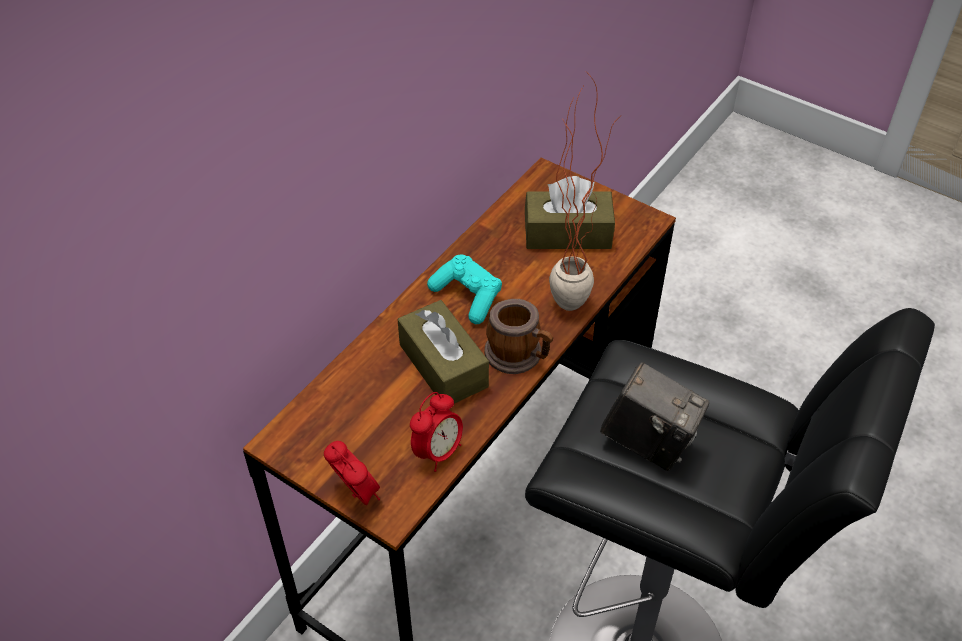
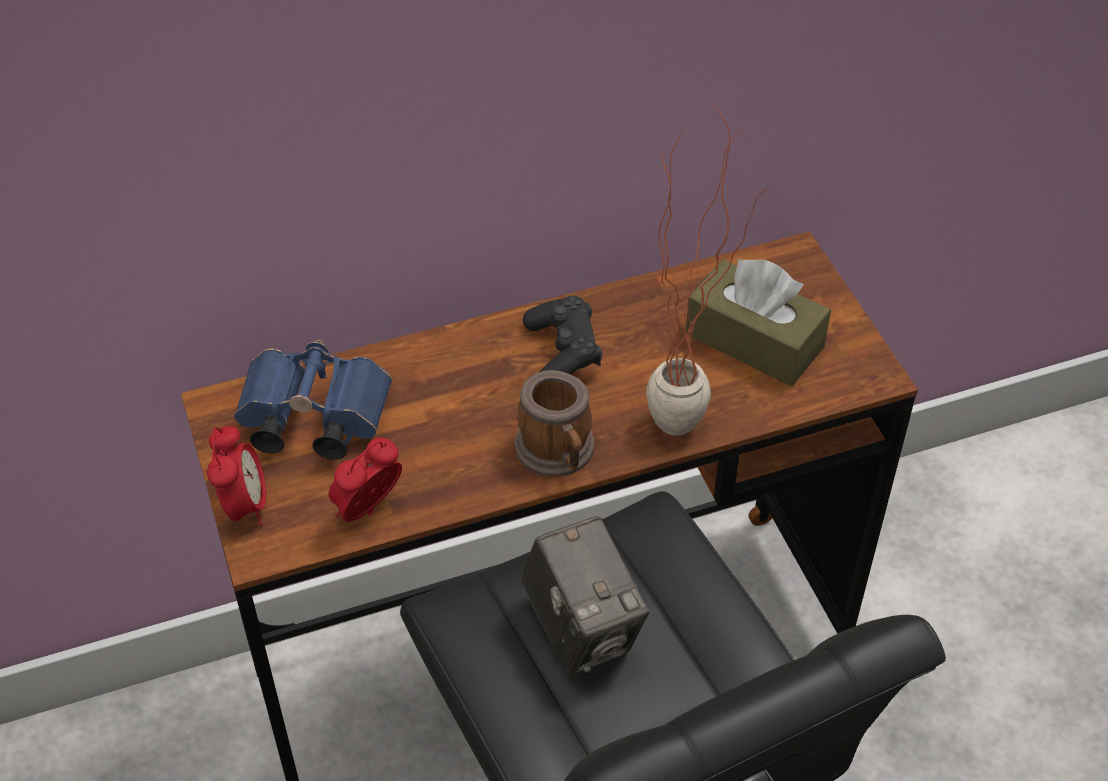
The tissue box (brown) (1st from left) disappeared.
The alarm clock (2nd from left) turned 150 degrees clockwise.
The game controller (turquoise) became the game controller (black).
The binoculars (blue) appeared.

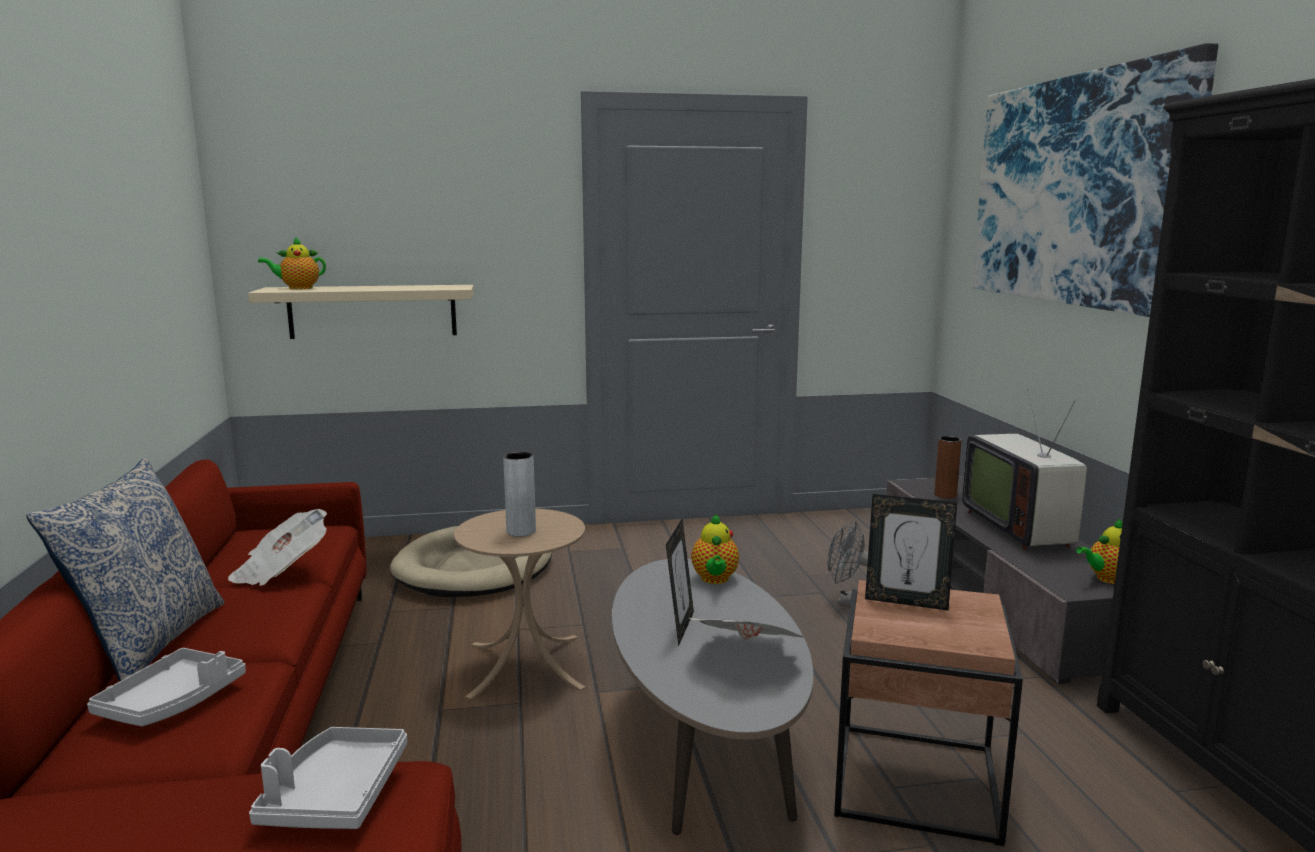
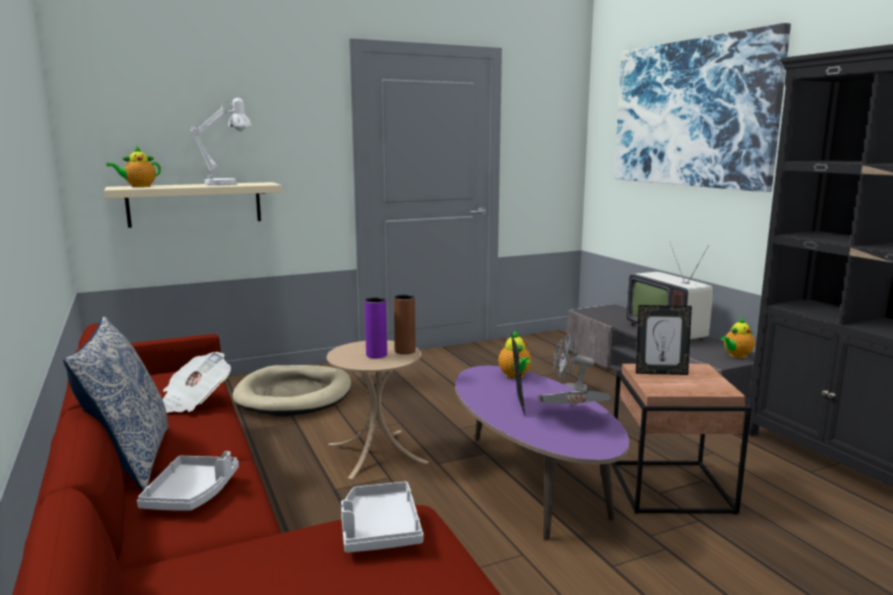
The vase (grey) became the vase (purple).
The coffee table (grey) became the coffee table (purple).
The vase (brown) moved.
The table lamp (white) appeared.

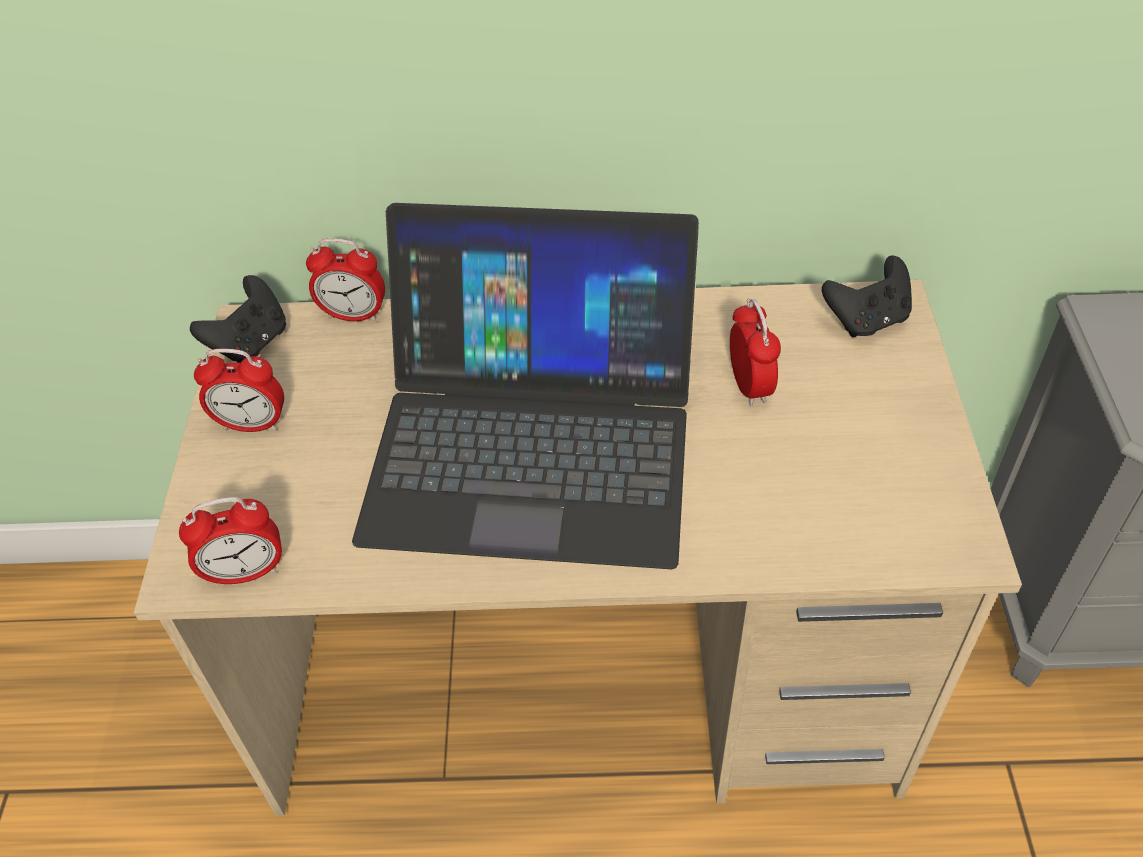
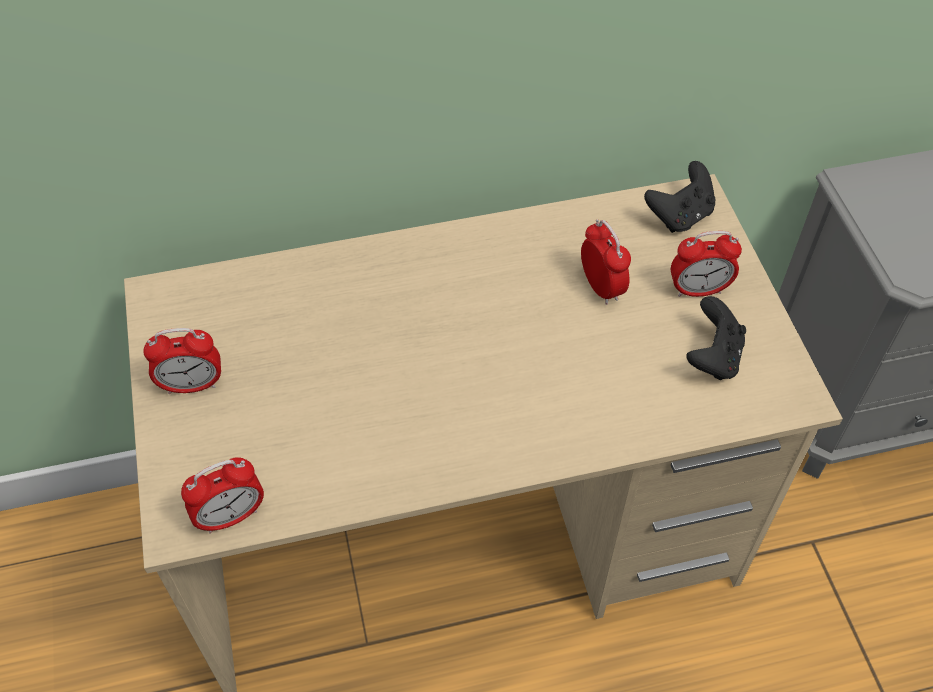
The game controller (black) (1st from left in the first image) moved.
The alarm clock (3rd from left in the first image) moved.
The laptop disappeared.

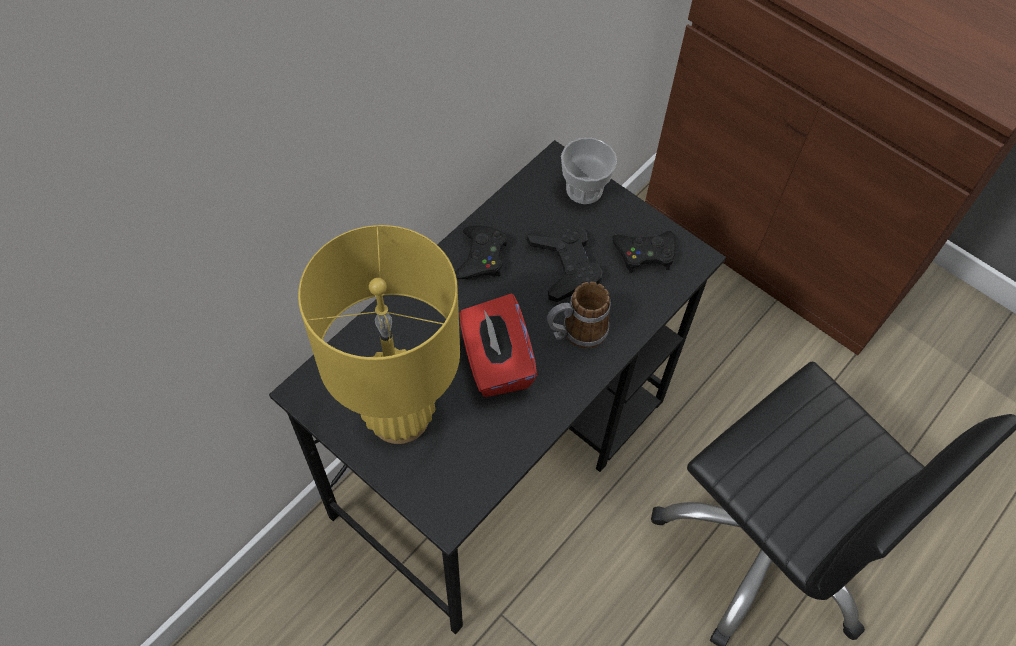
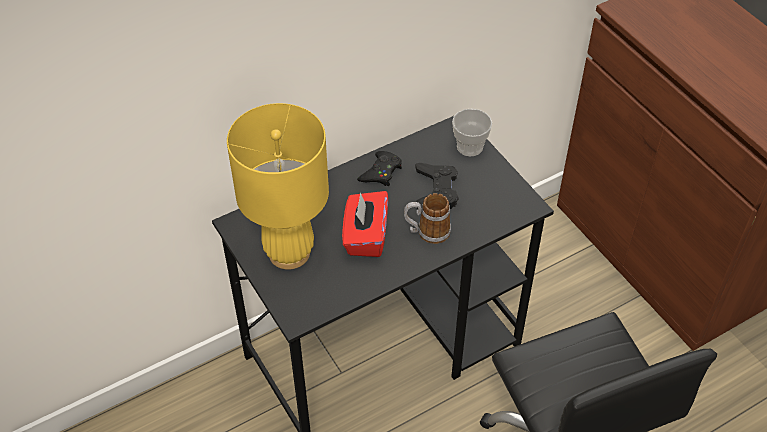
The game controller (black) (3rd from left) disappeared.

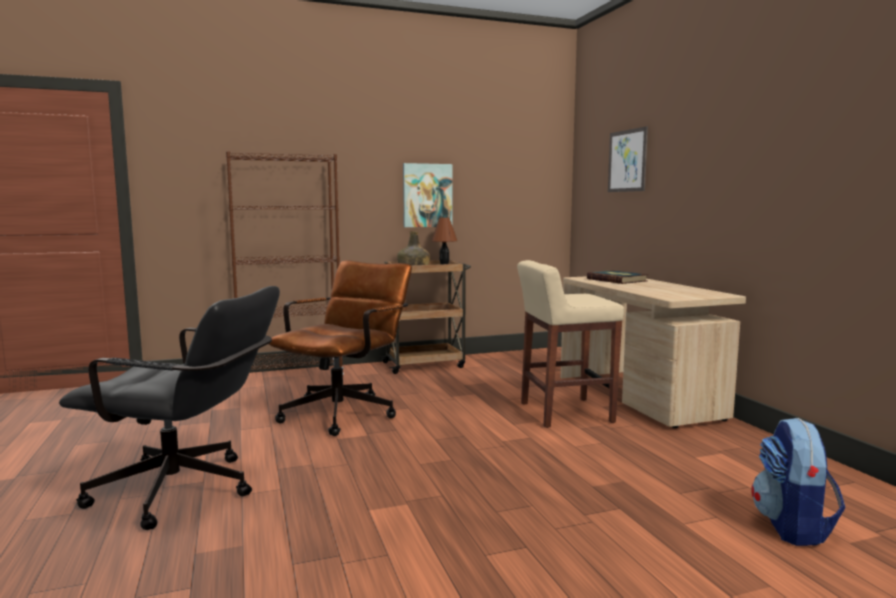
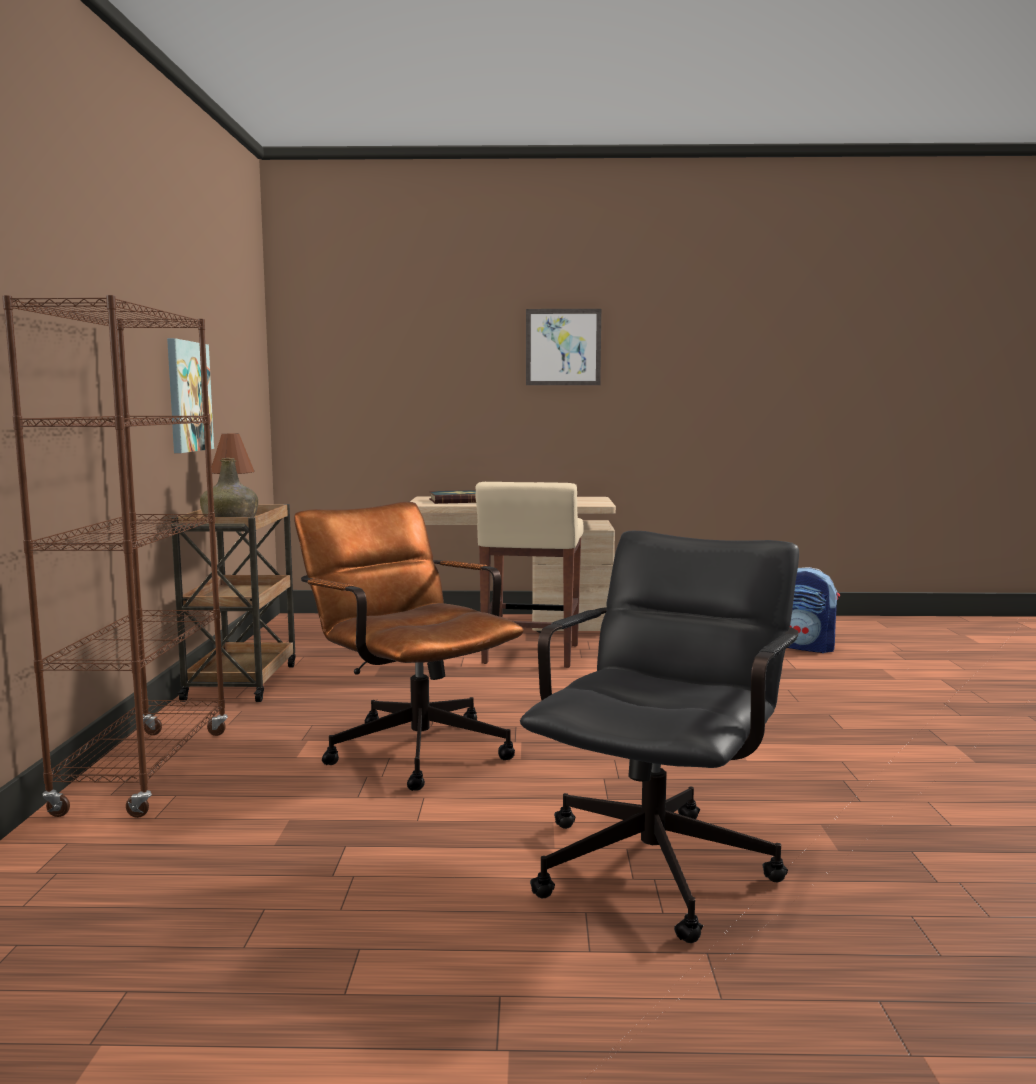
The picture (2nd from left) moved.

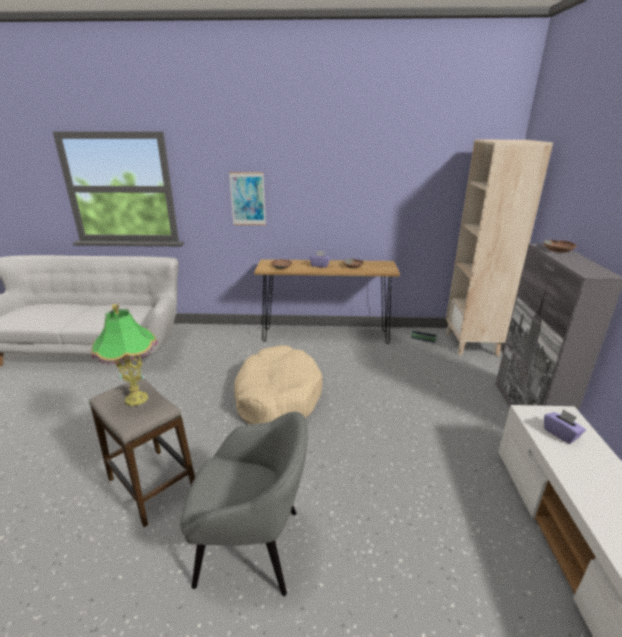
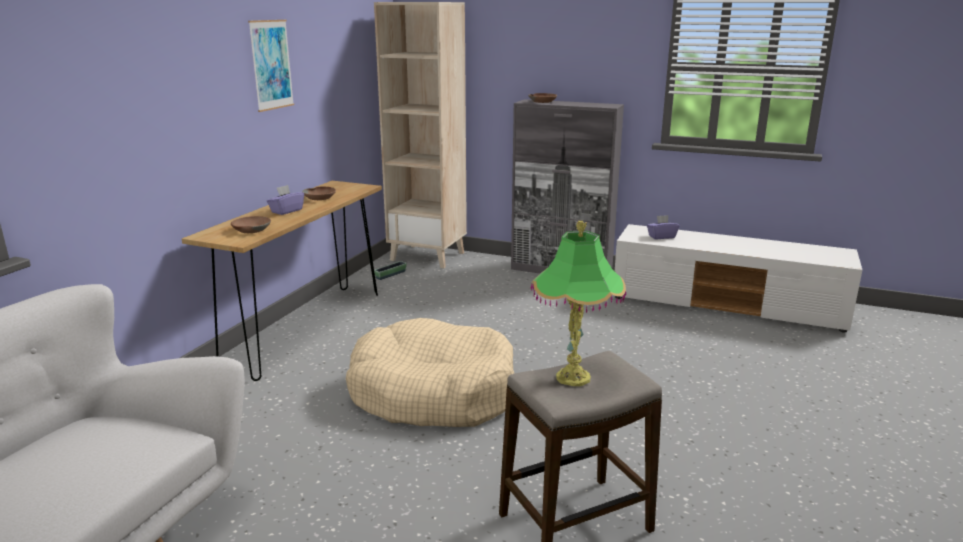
The armchair (grey) disappeared.
The picture moved.

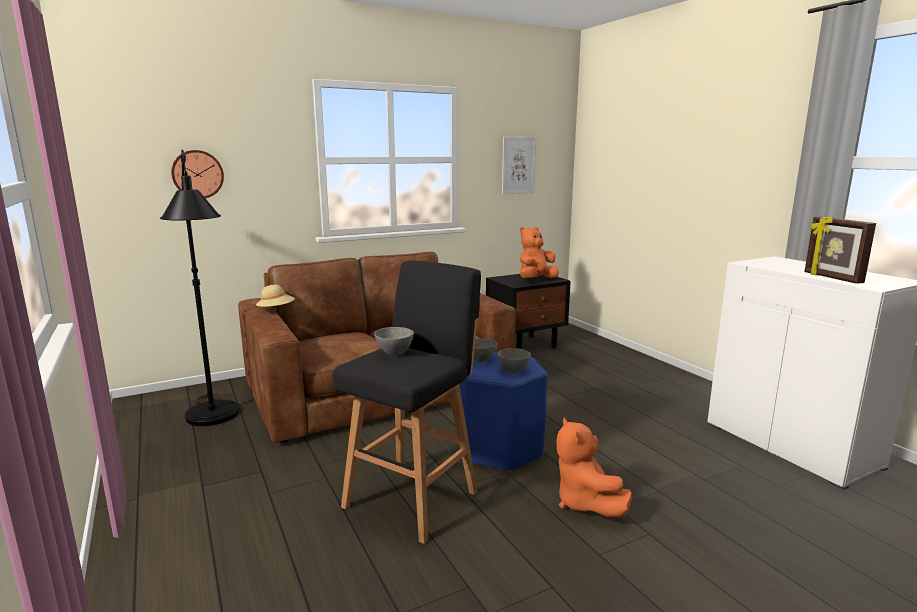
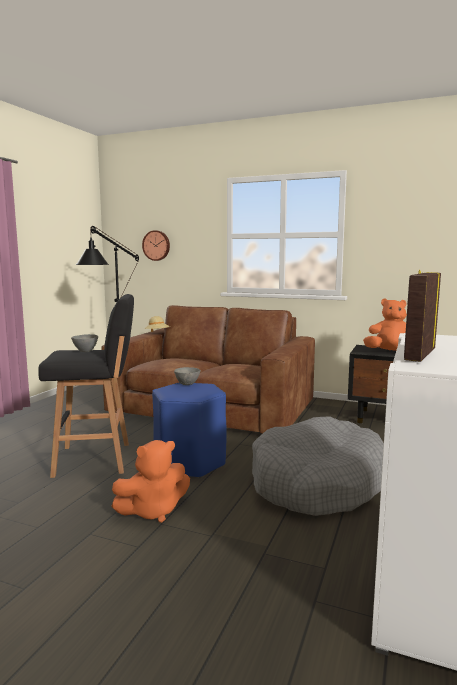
The bowl (grey) (3rd from left) disappeared.
The picture disappeared.
The plush toy (orange) (2nd from left in the first image) turned 150 degrees counterclockwise.
The dog bed (grey) appeared.

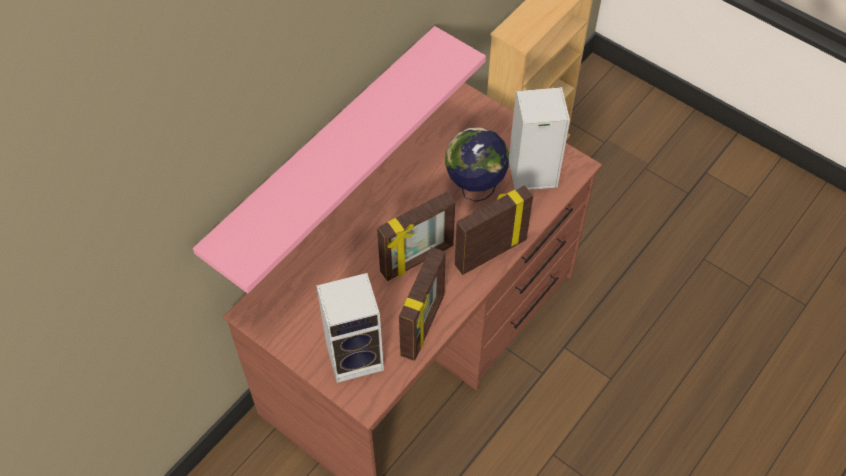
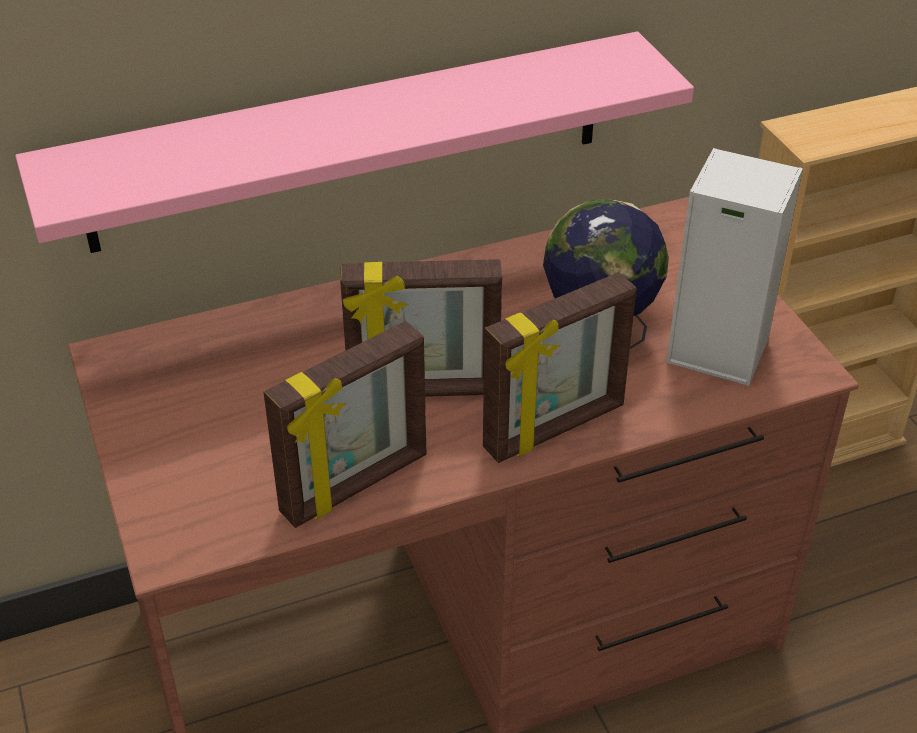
The speaker (1st from left) disappeared.
The picture frame (3rd from left) turned 150 degrees clockwise.

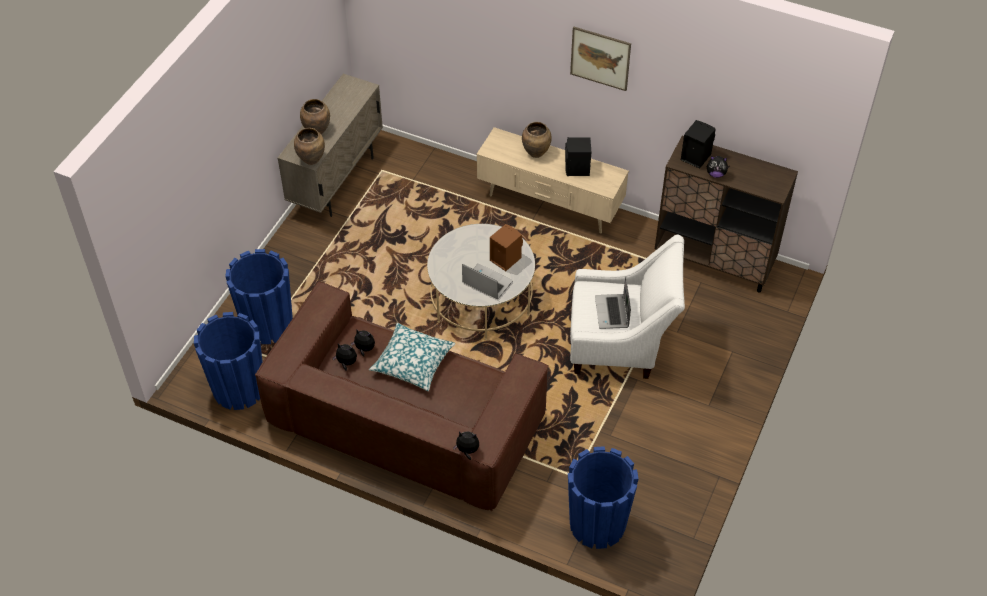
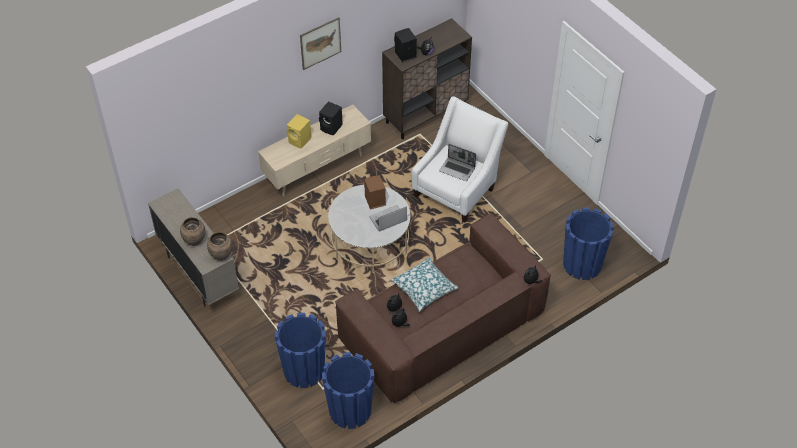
The vase (brown) (3rd from left) was replaced by the speaker (yellow).

